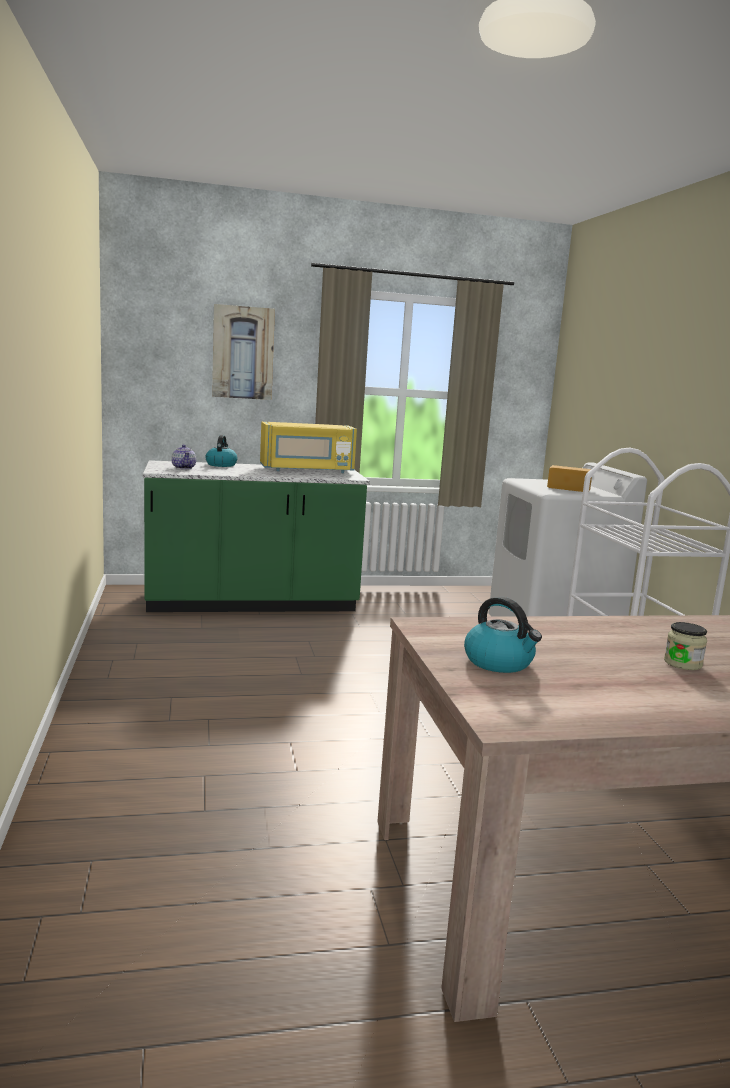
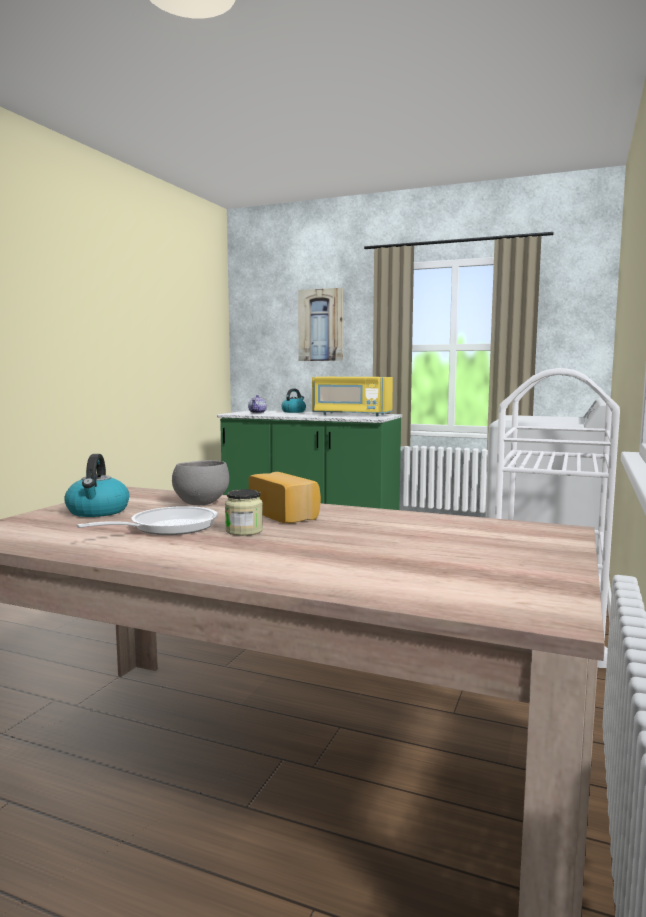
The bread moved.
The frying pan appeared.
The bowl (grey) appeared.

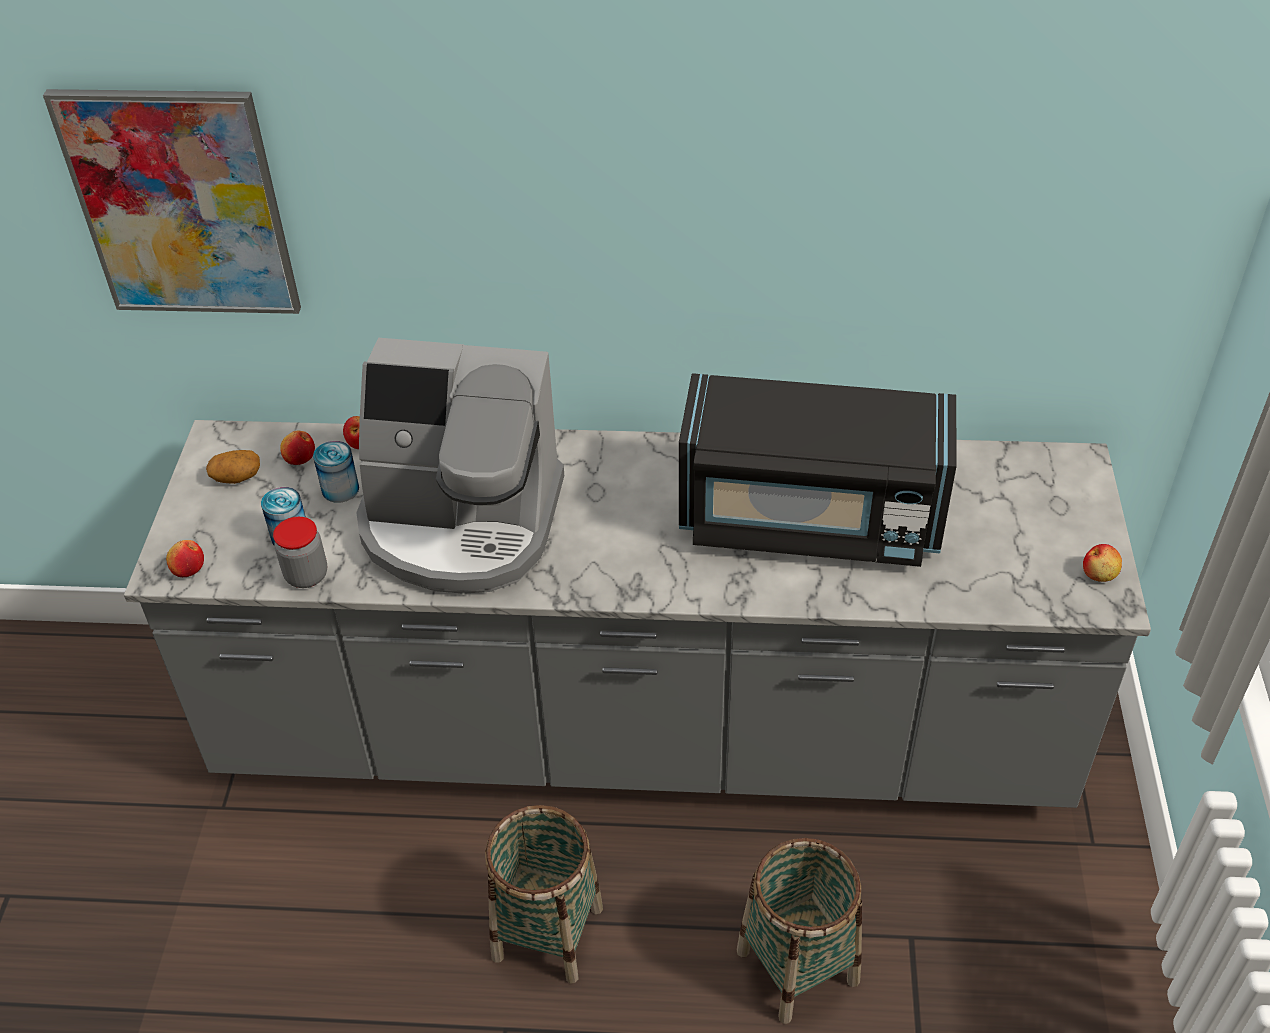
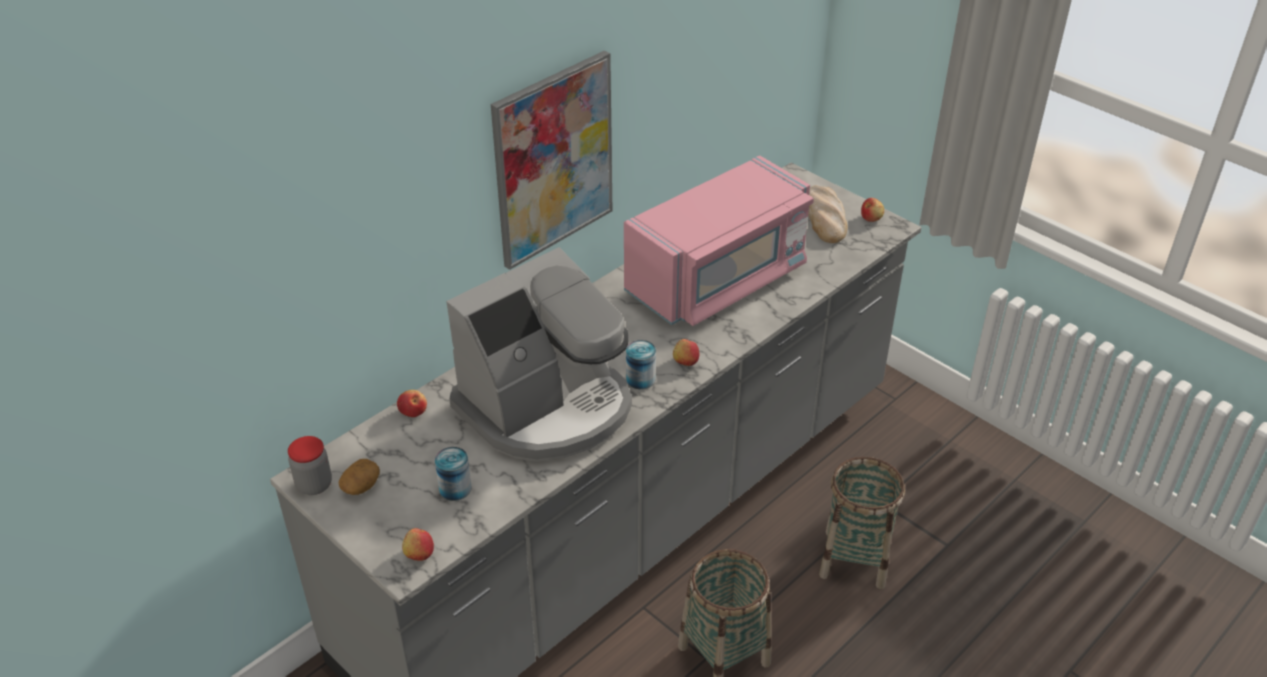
The picture moved.
The jar moved.
The apple (2nd from left in the first image) moved.
The can (2nd from left) moved.
The microwave (black) became the microwave (pink).
The bread appeared.

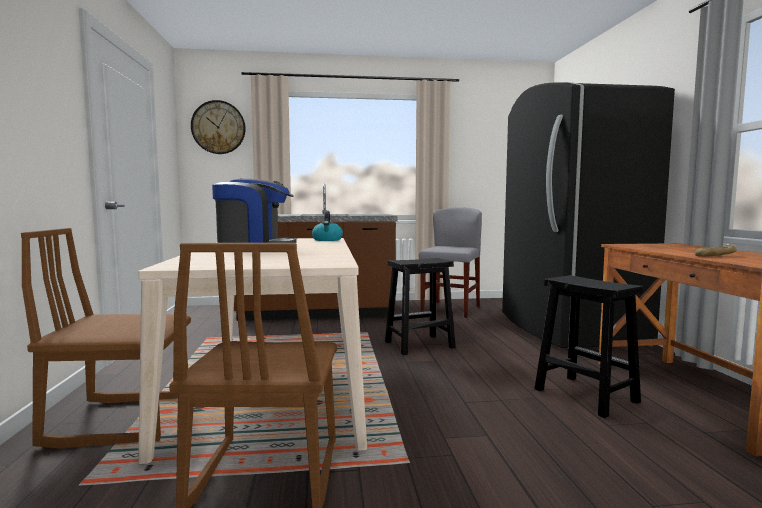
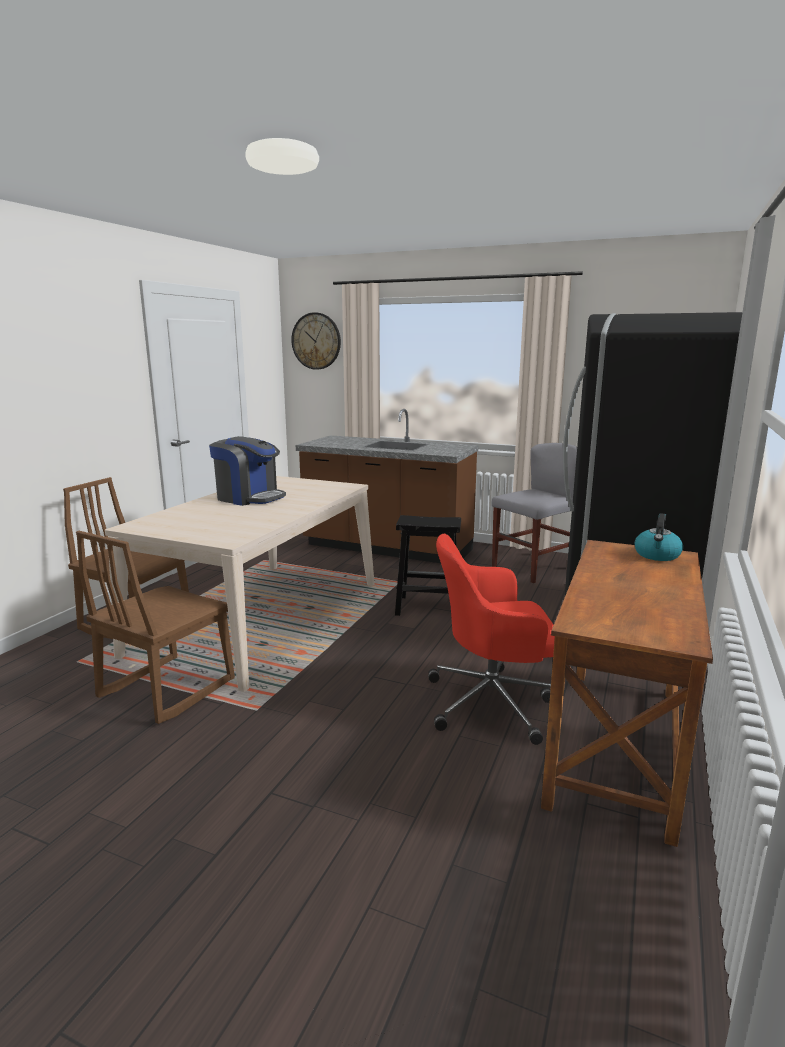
The kettle moved.
The stool (black) (2nd from left) was replaced by the office chair (red).
The bread disappeared.

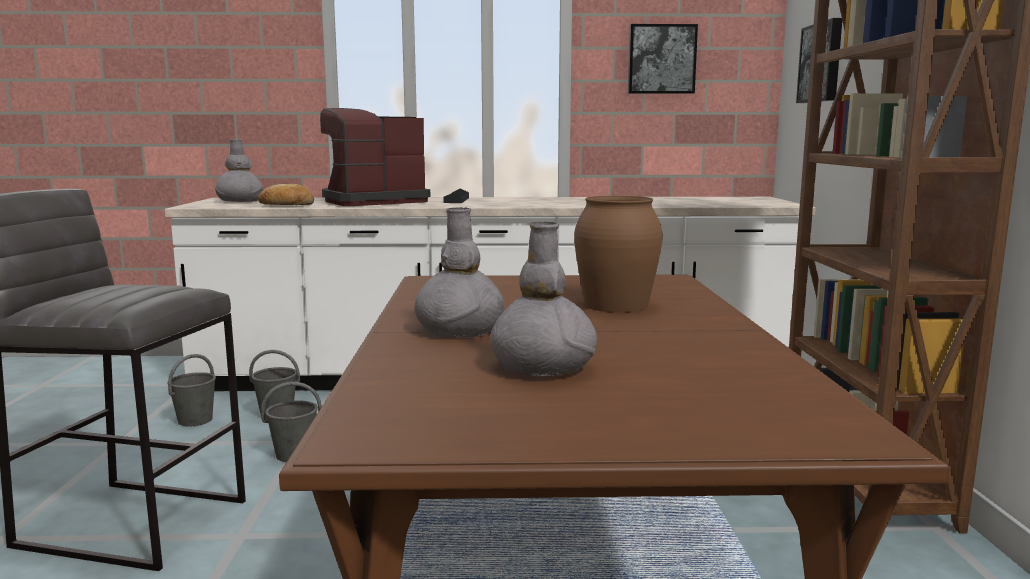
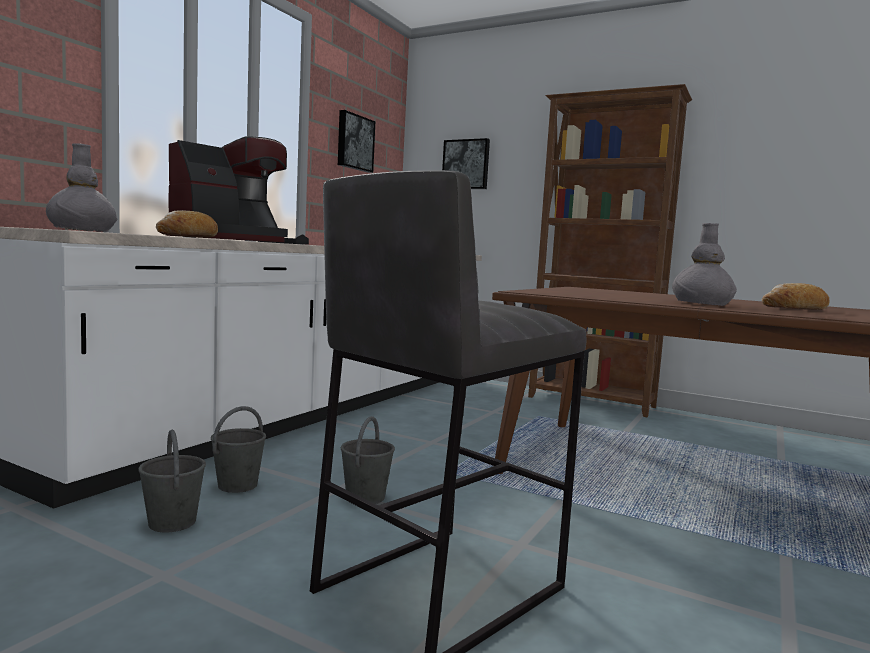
The coffee machine turned 135 degrees counterclockwise.
The vase (grey) (3rd from left) was replaced by the bread (2nd from left).
The vase (brown) disappeared.

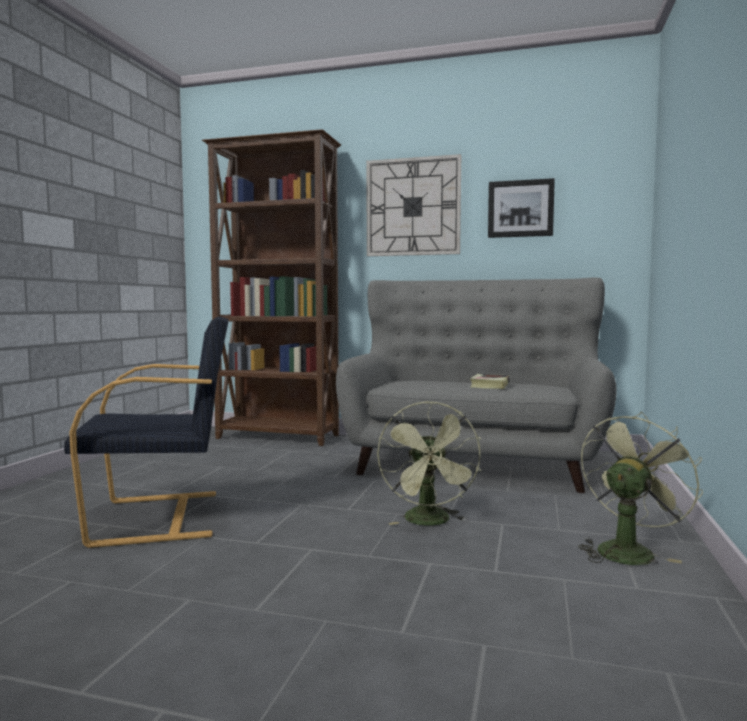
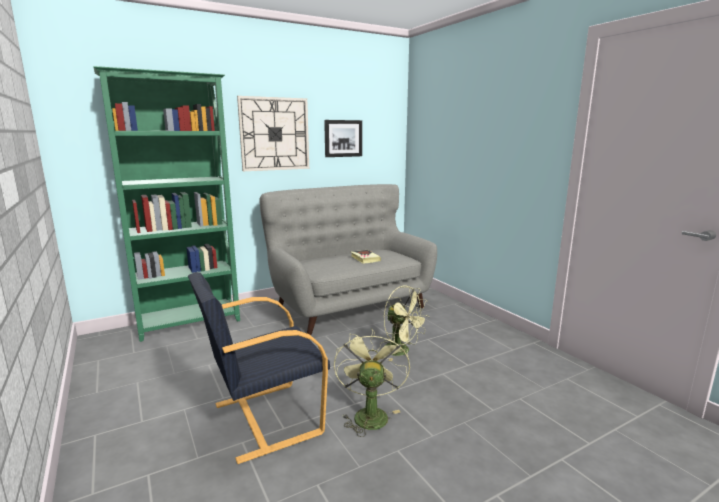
The armchair (black) turned 150 degrees counterclockwise.
The bookcase (brown) became the bookcase (green).
The fan (green) (2nd from left in the first image) moved.

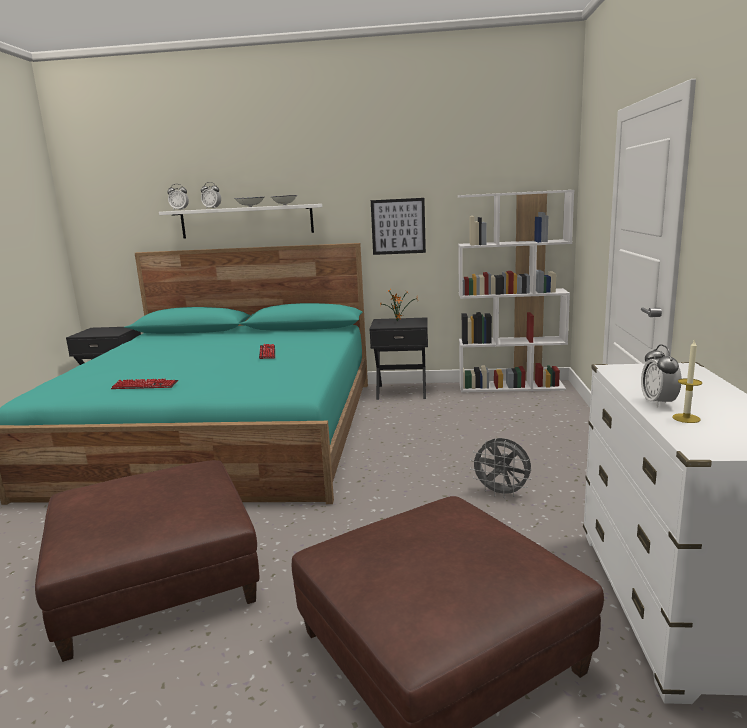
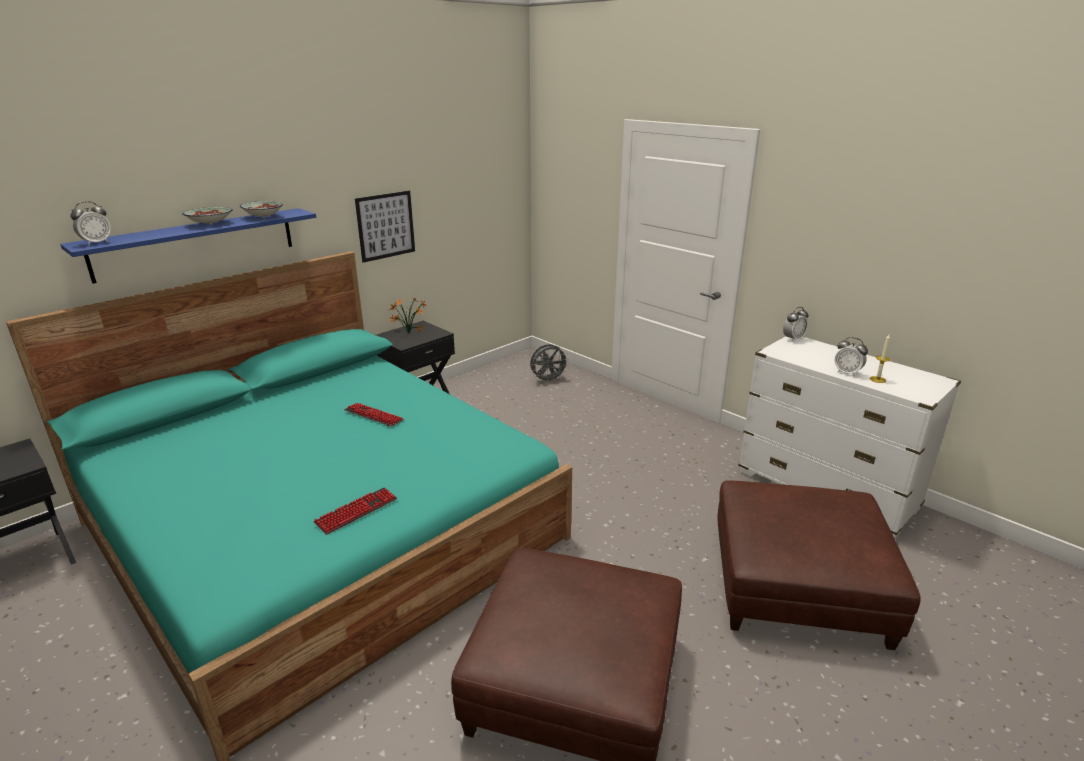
The shelf (white) became the shelf (blue).
The alarm clock (2nd from left) moved.
The bookcase (white) disappeared.
The fan (grey) moved.

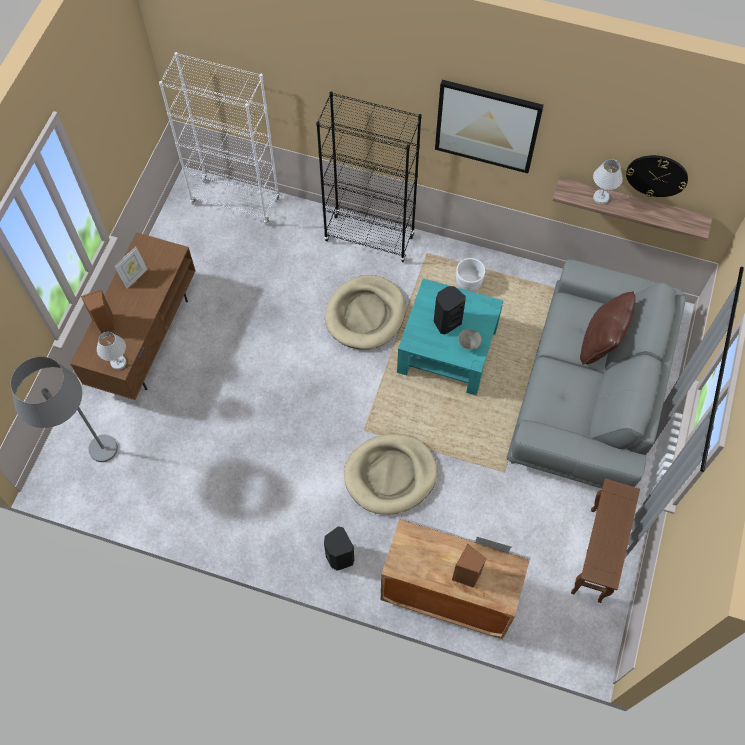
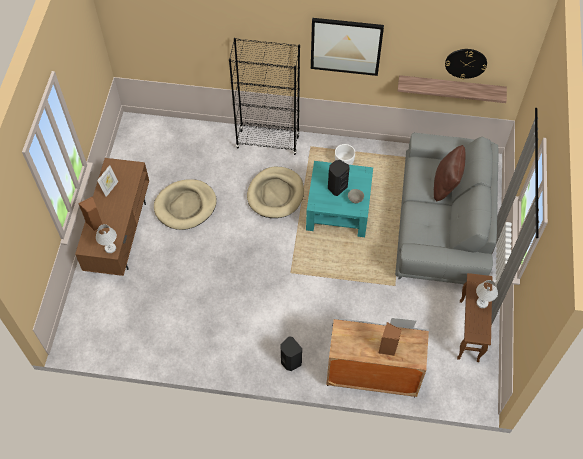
The floor lamp (grey) disappeared.
The bookcase (white) disappeared.
The dog bed (beige) (2nd from left in the first image) moved.
The table lamp (white) (2nd from left) moved.

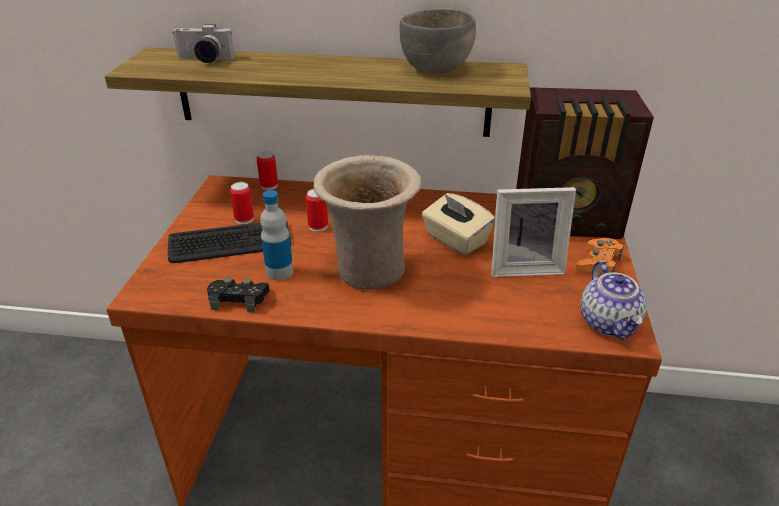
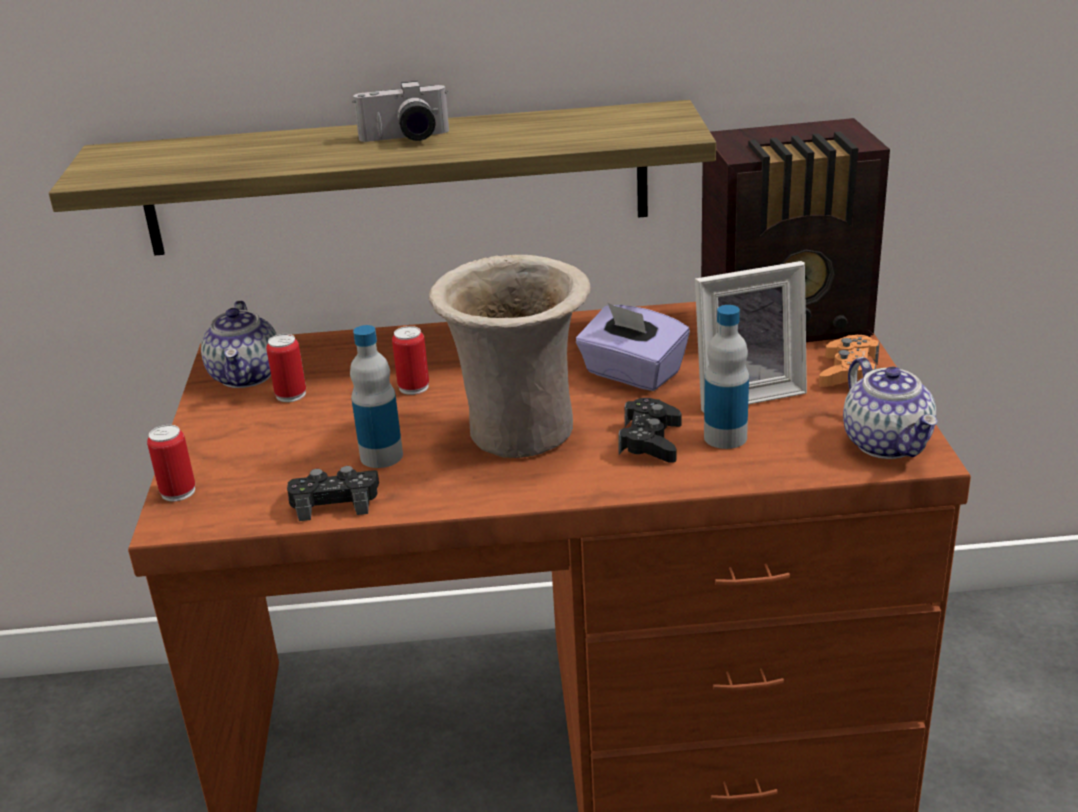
The keyboard disappeared.
The photo camera moved.
The can (2nd from left in the first image) moved.
The bowl (grey) disappeared.
The tissue box (beige) became the tissue box (purple).
The teapot (1st from left) appeared.
The game controller (black) (2nd from left) appeared.
The bottle (2nd from left) appeared.

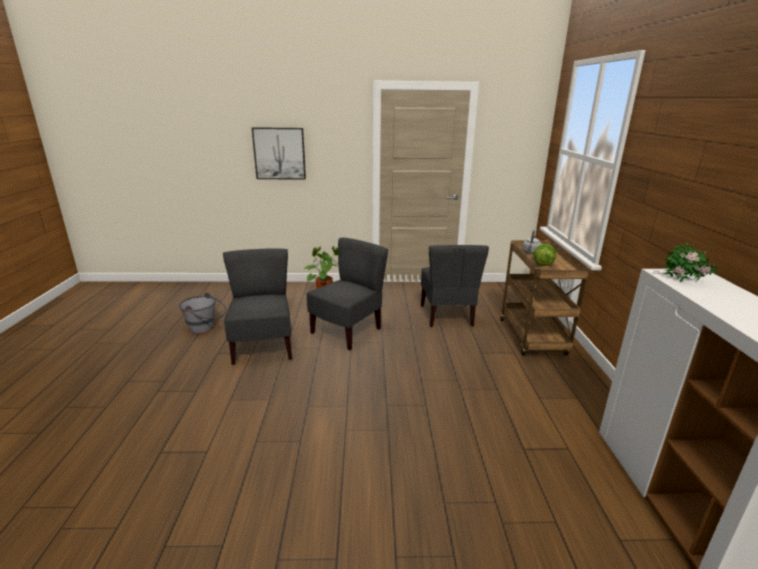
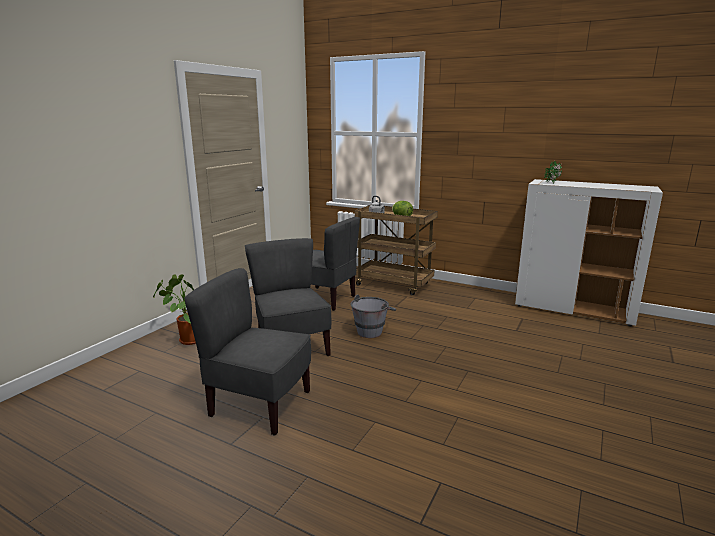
The bucket (grey) moved.
The picture disappeared.

